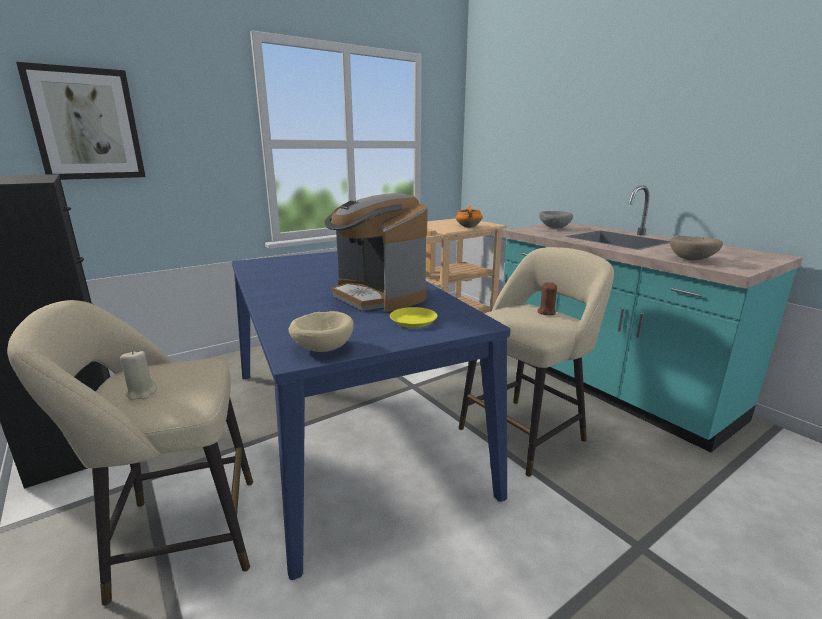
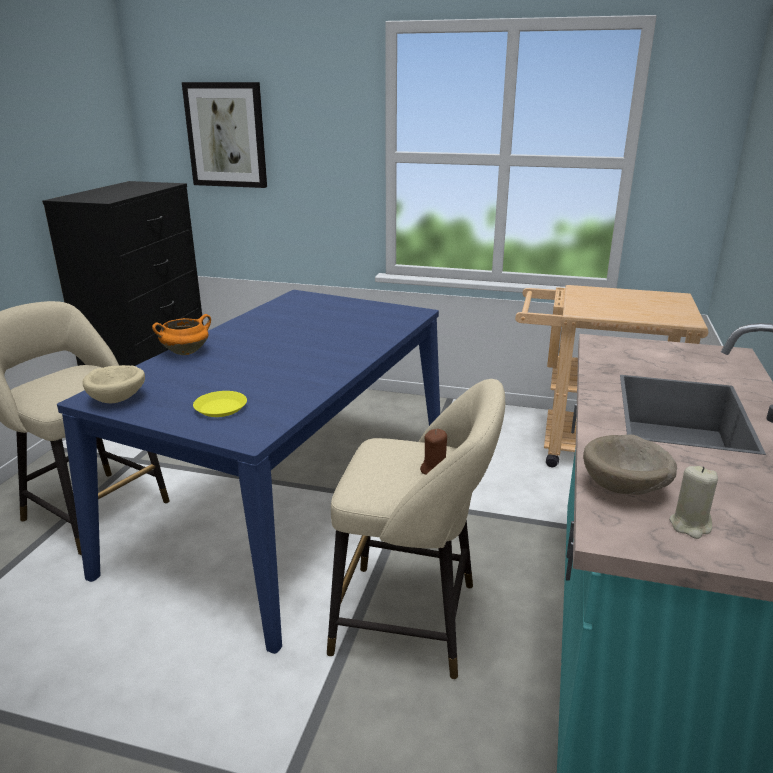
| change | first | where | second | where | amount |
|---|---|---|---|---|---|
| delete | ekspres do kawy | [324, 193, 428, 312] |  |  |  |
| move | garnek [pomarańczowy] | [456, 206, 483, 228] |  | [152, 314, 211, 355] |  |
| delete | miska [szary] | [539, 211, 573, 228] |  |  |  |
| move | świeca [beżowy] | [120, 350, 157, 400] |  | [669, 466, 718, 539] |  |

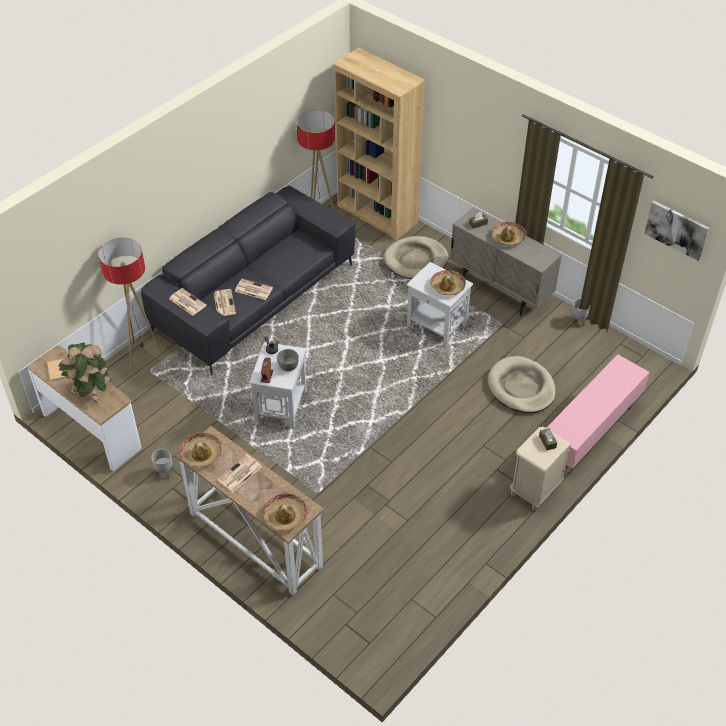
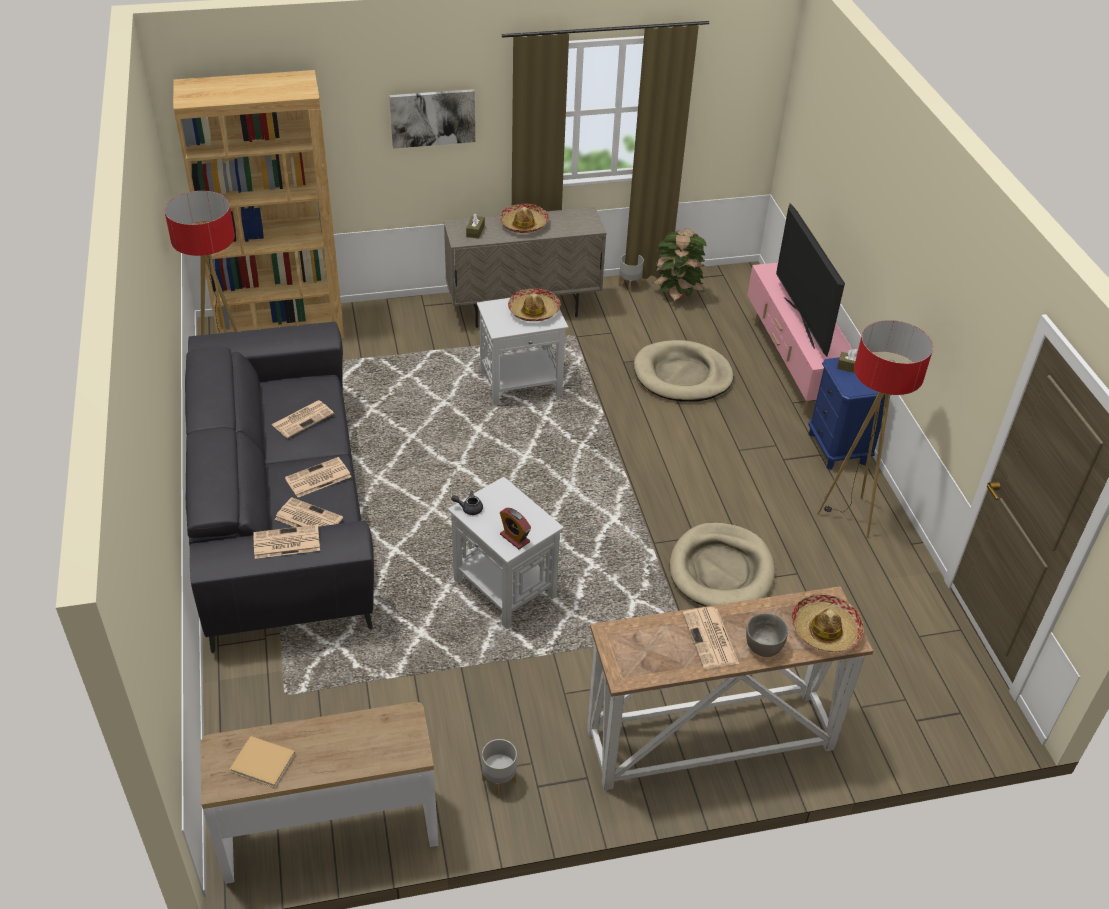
| change | first | where | second | where | amount |
|---|---|---|---|---|---|
| move | obraz | [644, 201, 709, 261] |  | [389, 89, 475, 149] |  |
| move | legowisko [beżowy] | [384, 236, 448, 279] |  | [670, 523, 775, 607] |  |
| move | lampa stojąca | [98, 238, 162, 368] |  | [817, 320, 933, 538] |  |
| move | roślina doniczkowa | [59, 343, 112, 403] |  | [652, 228, 707, 302] |  |
| move | miska [szary] | [277, 349, 299, 371] |  | [746, 613, 788, 657] |  |
| recolor | szafka nocna [beżowy] | [510, 427, 571, 510] | szafka nocna [niebieski] | [808, 357, 885, 470] |  |
| delete | kapelusz | [180, 433, 222, 467] |  |  |  |
| insert |  |  | telewizor | [776, 203, 845, 357] |  |
| insert |  |  | gazeta | [271, 400, 334, 438] |  |

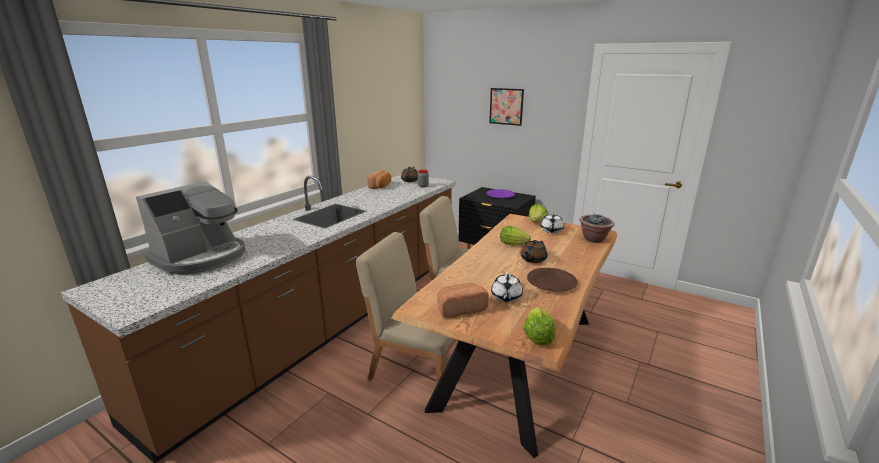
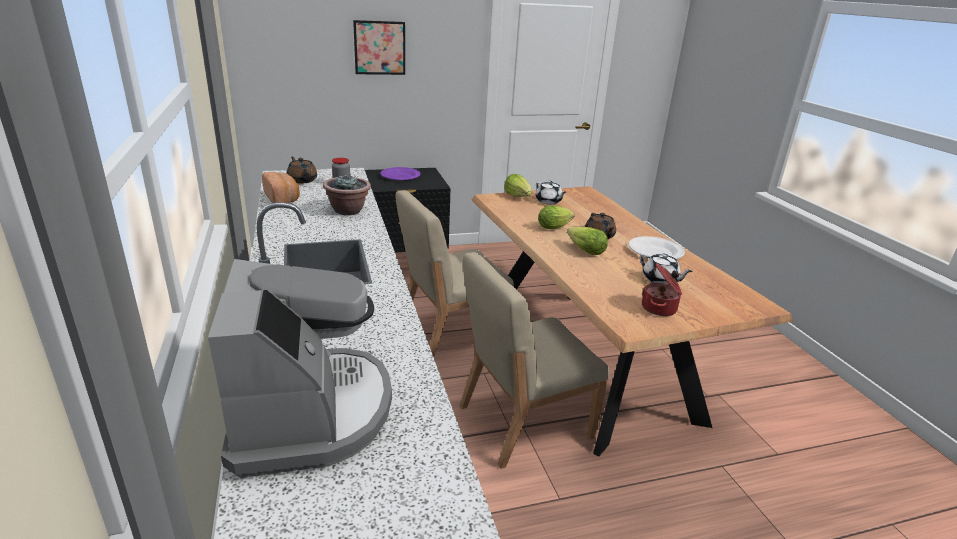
| change | first | where | second | where | amount |
|---|---|---|---|---|---|
| move | roślina doniczkowa | [580, 213, 615, 243] |  | [323, 174, 371, 216] |  |
| recolor | talerz [brązowy] | [527, 268, 577, 292] | talerz [biały] | [629, 236, 685, 259] |  |
| replace | chleb | [437, 283, 489, 318] | garnek | [642, 263, 682, 316] |  |
| move | sałata | [523, 307, 556, 345] |  | [567, 227, 608, 255] |  |

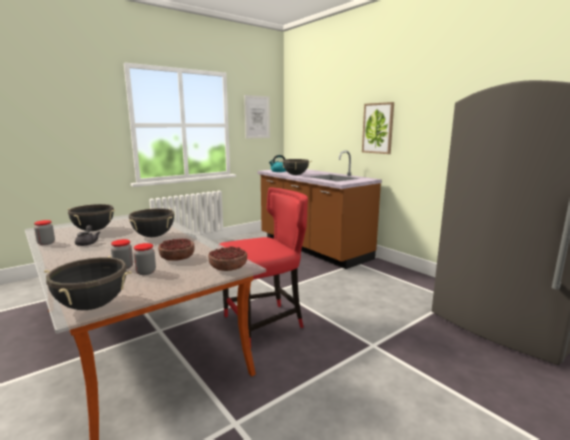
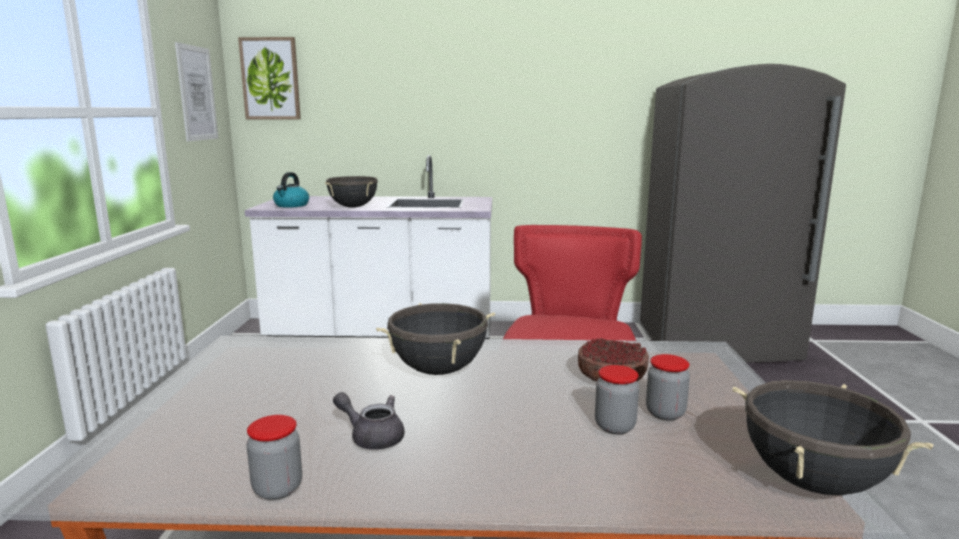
| change | first | where | second | where | amount |
|---|---|---|---|---|---|
| move | obraz | [362, 102, 394, 154] |  | [238, 37, 301, 119] |  |
| recolor | zabudowa kuchenna [brązowy] | [257, 150, 382, 269] | zabudowa kuchenna [biały] | [245, 155, 492, 339] |  |
| delete | garnek [czarny] | [68, 204, 115, 231] |  |  |  |
| delete | miska | [208, 246, 247, 271] |  |  |  |

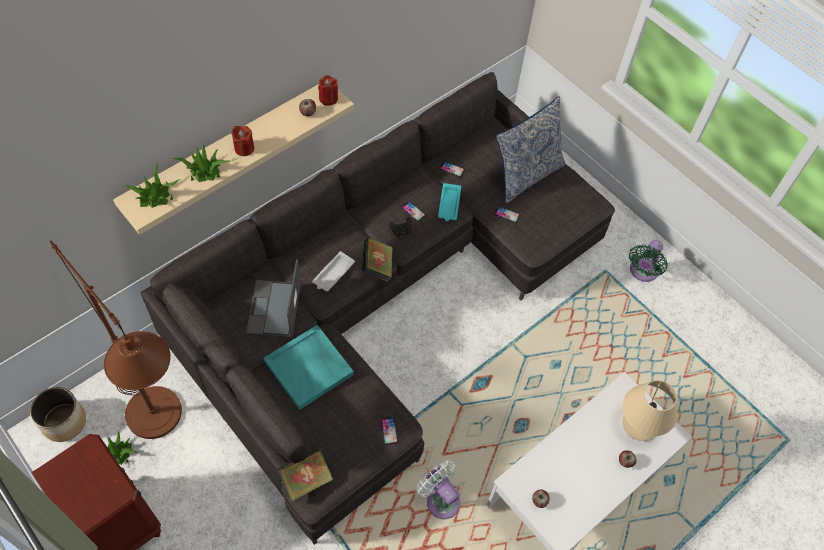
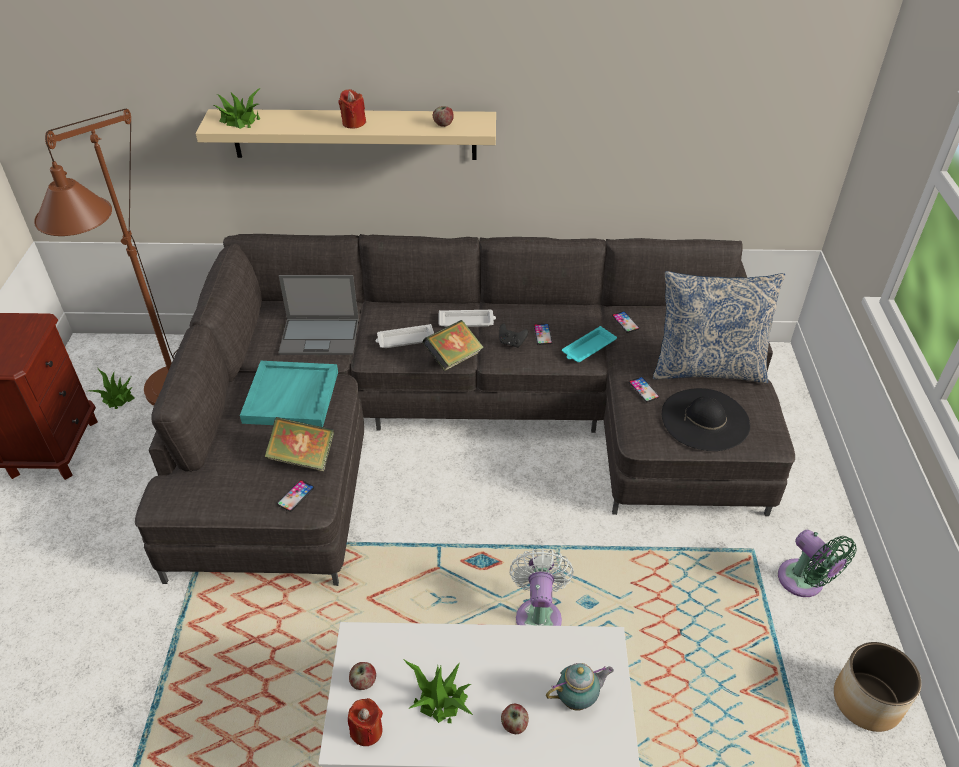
| change | first | where | second | where | amount |
|---|---|---|---|---|---|
| move | świeca [czerwony] | [318, 75, 338, 106] |  | [348, 698, 383, 746] |  |
| move | roślina doniczkowa | [172, 143, 229, 182] |  | [403, 659, 473, 723] |  |
| rotate | wentylator [zielony] | [629, 240, 668, 282] |  | [778, 530, 857, 597] | 105 degrees counterclockwise |
| rotate | laptop | [246, 259, 301, 338] |  | [278, 275, 359, 355] | 135 degrees counterclockwise |
| replace | lampa stołowa [beżowy] | [622, 380, 678, 441] | imbryk | [546, 663, 614, 711] |  |
| move | donica | [30, 387, 86, 442] |  | [834, 642, 922, 732] |  |
| move | książka | [276, 448, 333, 501] |  | [265, 417, 334, 471] |  |
| move | wentylator [biały] | [417, 461, 460, 519] |  | [509, 549, 574, 626] |  |
| insert |  |  | taca [biały] | [439, 310, 496, 327] |  |
| insert |  |  | kapelusz [czarny] | [662, 388, 750, 451] |  |

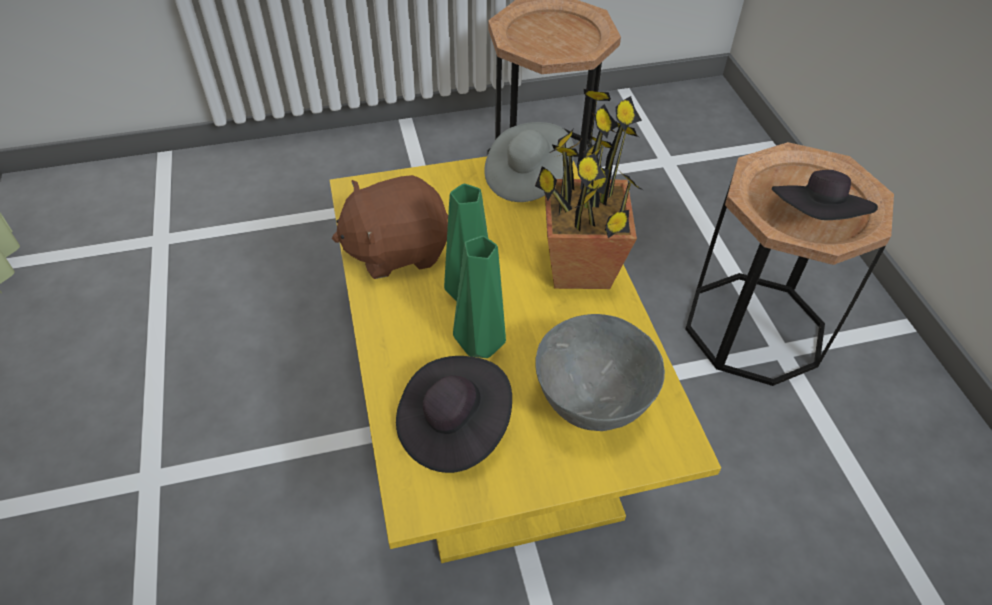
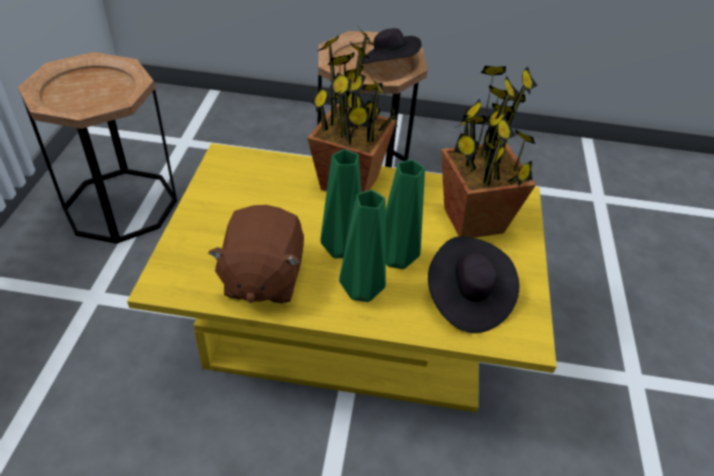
| change | first | where | second | where | amount |
|---|---|---|---|---|---|
| delete | kapelusz [szary] | [484, 122, 574, 202] |  |  |  |
| replace | miska [szary] | [535, 314, 665, 431] | roślina doniczkowa | [441, 66, 538, 238] |  |
| insert |  |  | wazon [zielony] | [339, 190, 386, 302] |  |

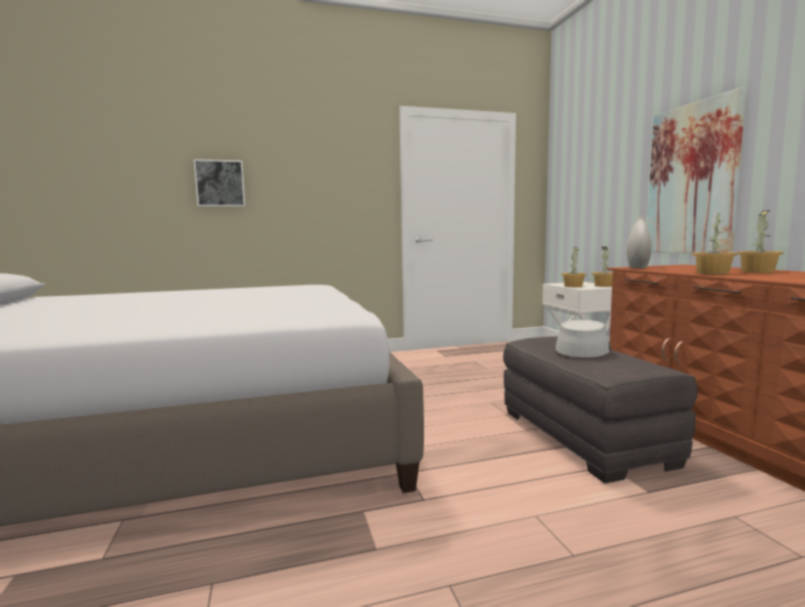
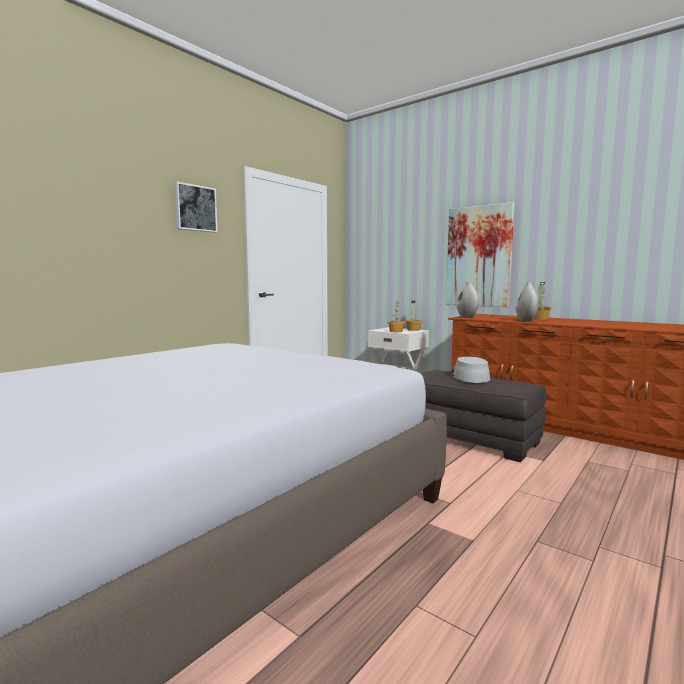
| change | first | where | second | where | amount |
|---|---|---|---|---|---|
| move | obraz | [193, 159, 246, 207] |  | [174, 182, 218, 233] |  |
| replace | roślina doniczkowa | [692, 212, 737, 275] | wazon [biały] | [516, 282, 538, 322] |  |

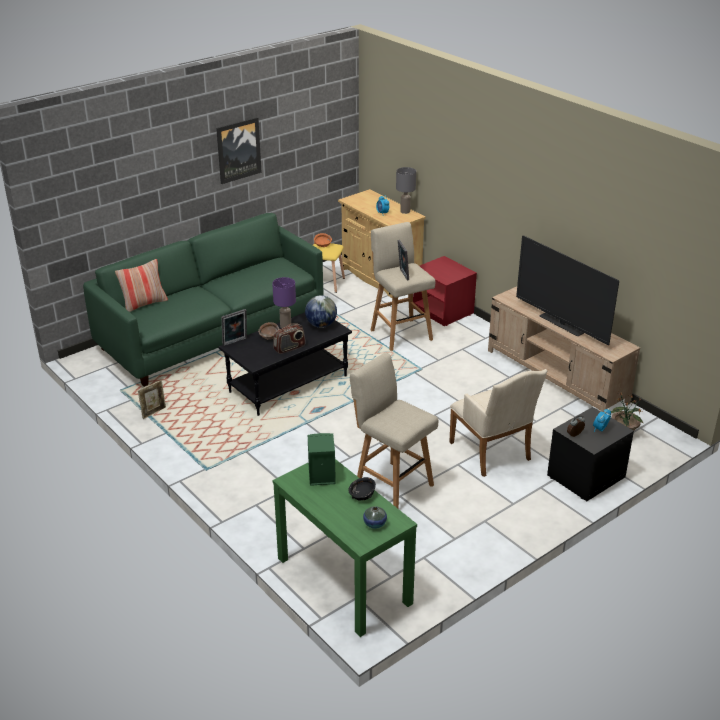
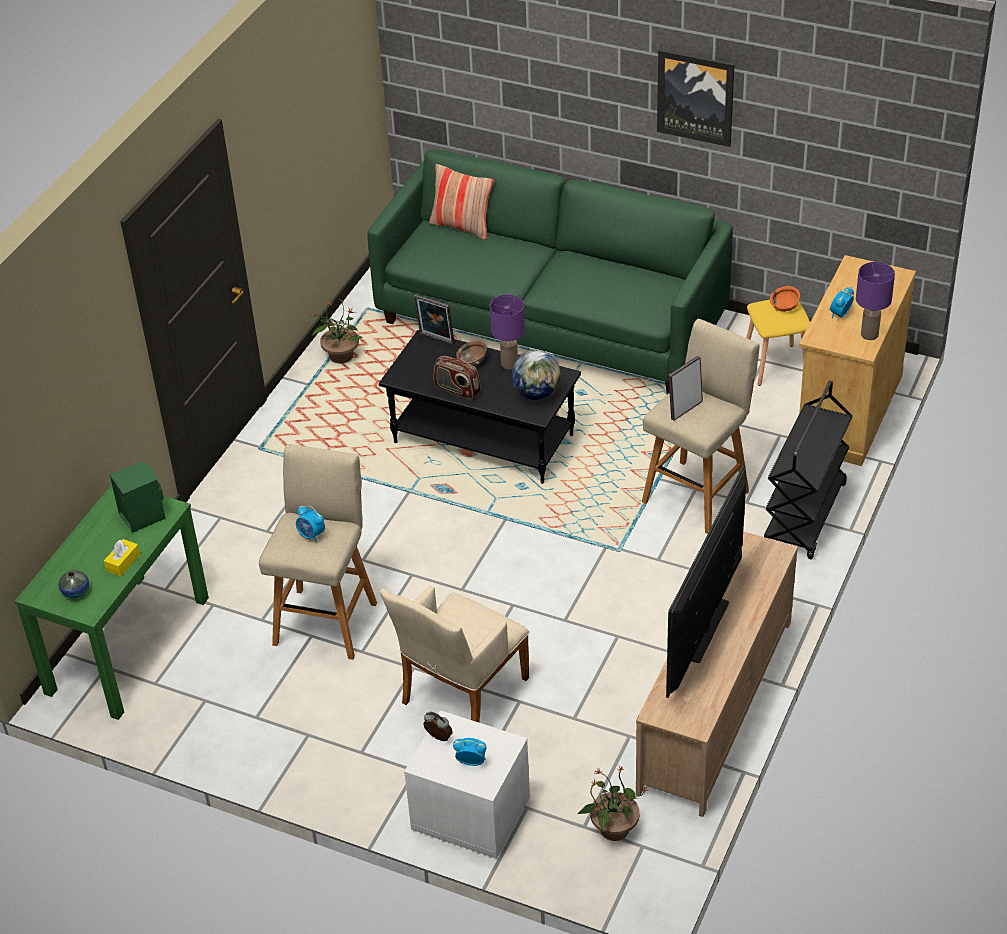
| change | first | where | second | where | amount |
|---|---|---|---|---|---|
| recolor | lampa stołowa [szary] | [396, 167, 416, 214] | lampa stołowa [fioletowy] | [856, 262, 895, 340] |  |
| replace | szafka nocna [czerwony] | [413, 256, 477, 326] | wózek [czarny] | [764, 380, 853, 560] |  |
| replace | ramka na zdjęcie | [138, 380, 166, 419] | roślina doniczkowa | [312, 299, 362, 363] |  |
| recolor | szafka nocna [czarny] | [547, 407, 634, 501] | szafka nocna [biały] | [404, 710, 530, 859] |  |
| replace | miska [czarny] | [348, 477, 376, 500] | pudełko chusteczek [żółty] | [104, 539, 140, 576] |  |
| insert |  |  | budzik | [296, 506, 325, 542] |  |

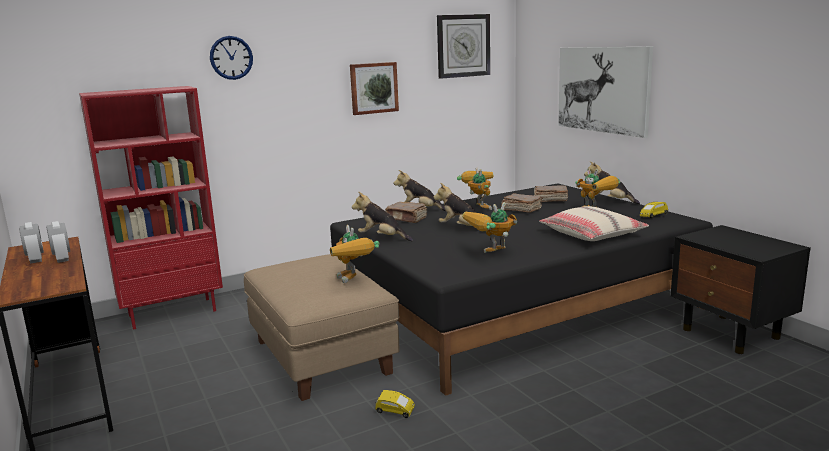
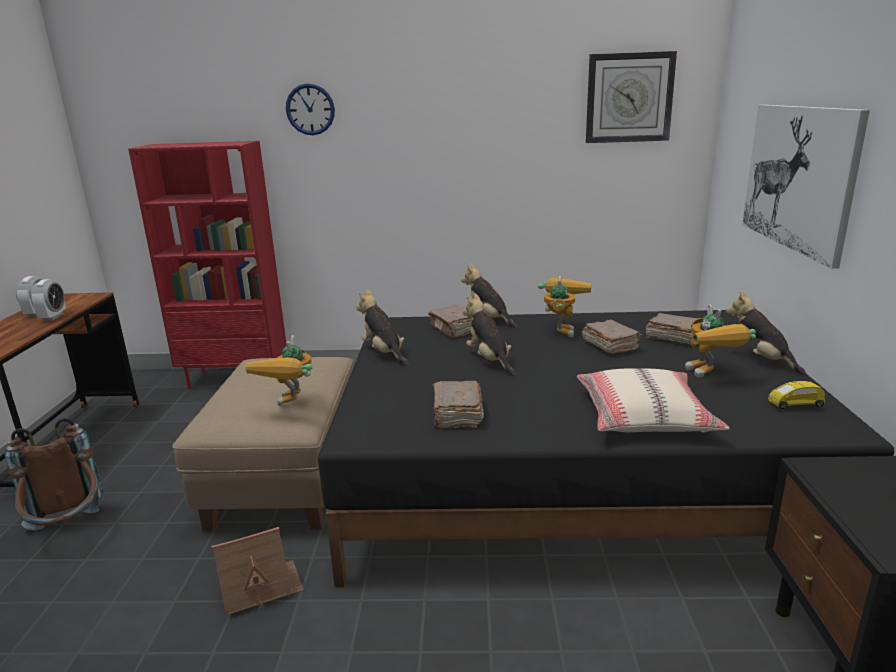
| change | first | where | second | where | amount |
|---|---|---|---|---|---|
| delete | obraz | [350, 62, 399, 115] |  |  |  |
| replace | robot zabawkowy | [462, 202, 517, 253] | książka [brązowy] | [433, 381, 484, 429] |  |
| replace | samochodzik [żółty] | [375, 390, 415, 418] | domek | [211, 527, 303, 615] |  |
| insert |  |  | plecak [brązowy] | [4, 418, 103, 530] |  |

